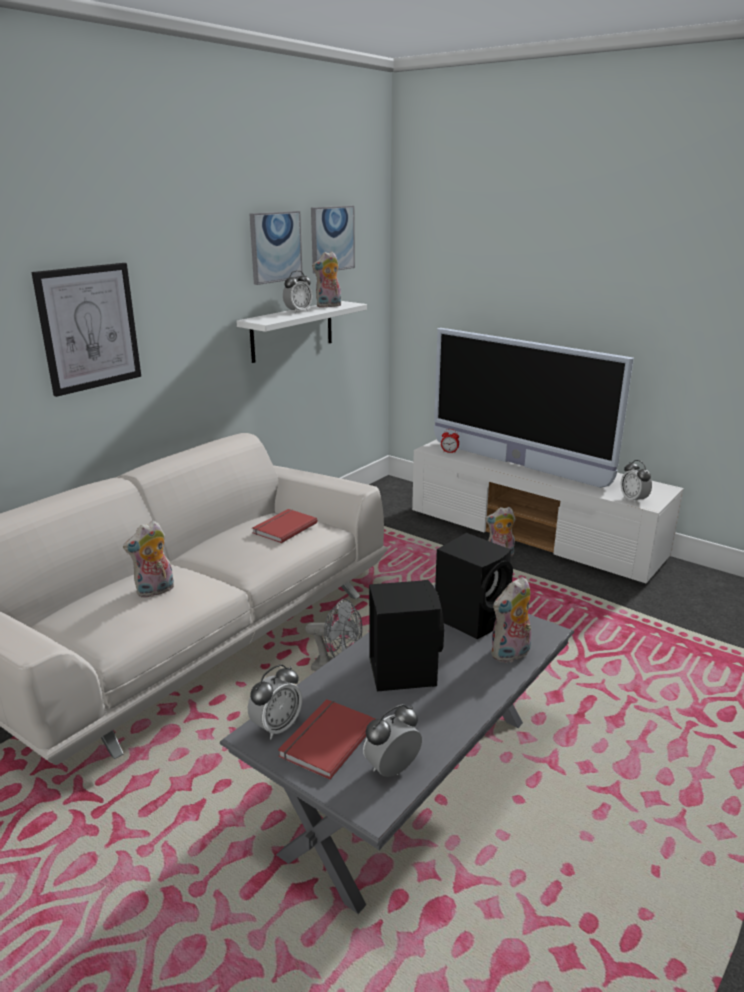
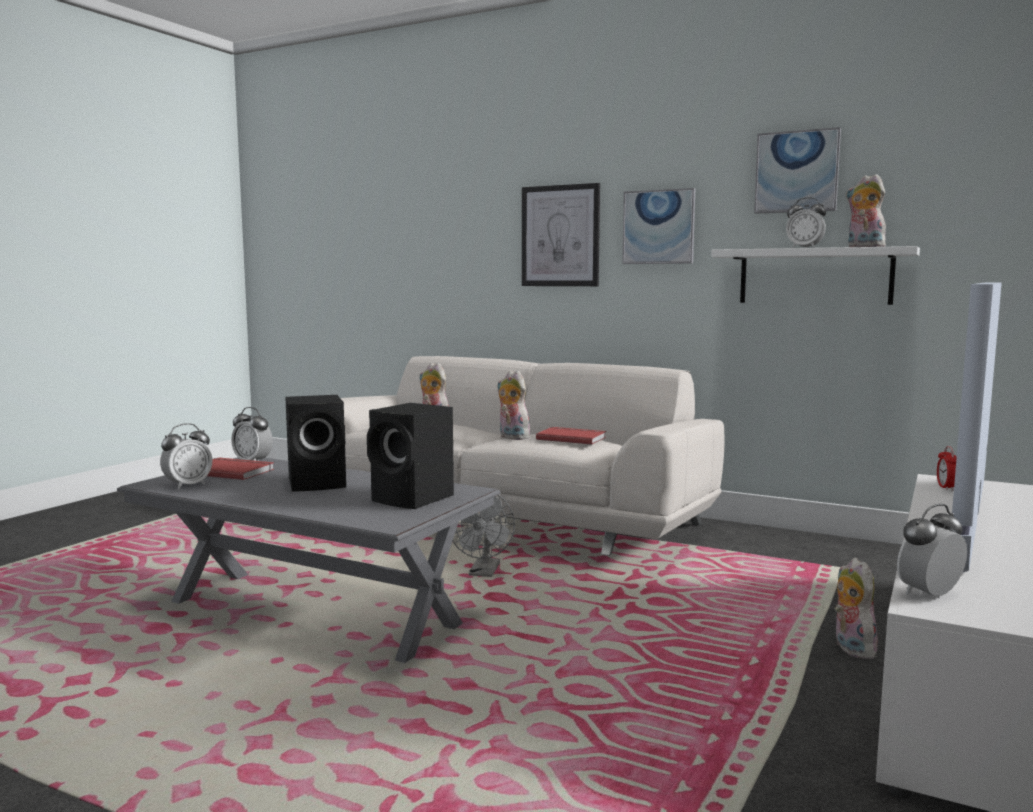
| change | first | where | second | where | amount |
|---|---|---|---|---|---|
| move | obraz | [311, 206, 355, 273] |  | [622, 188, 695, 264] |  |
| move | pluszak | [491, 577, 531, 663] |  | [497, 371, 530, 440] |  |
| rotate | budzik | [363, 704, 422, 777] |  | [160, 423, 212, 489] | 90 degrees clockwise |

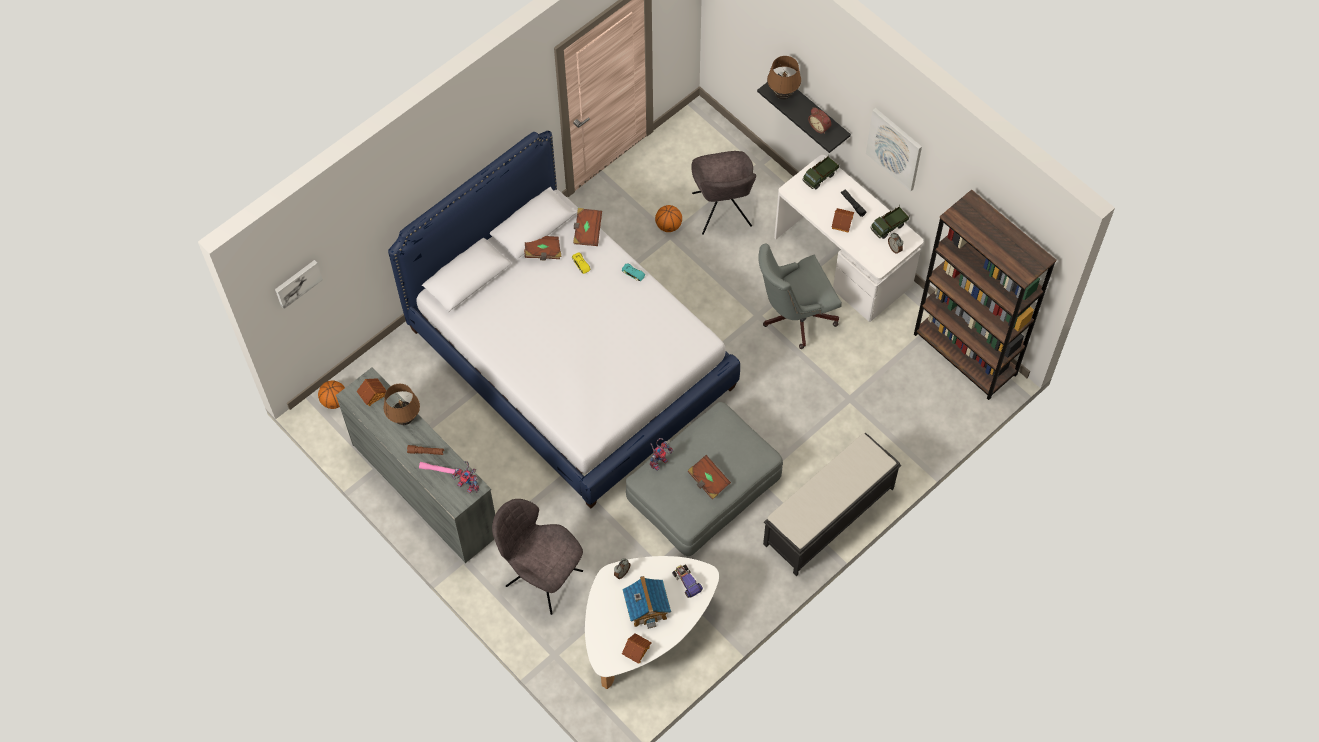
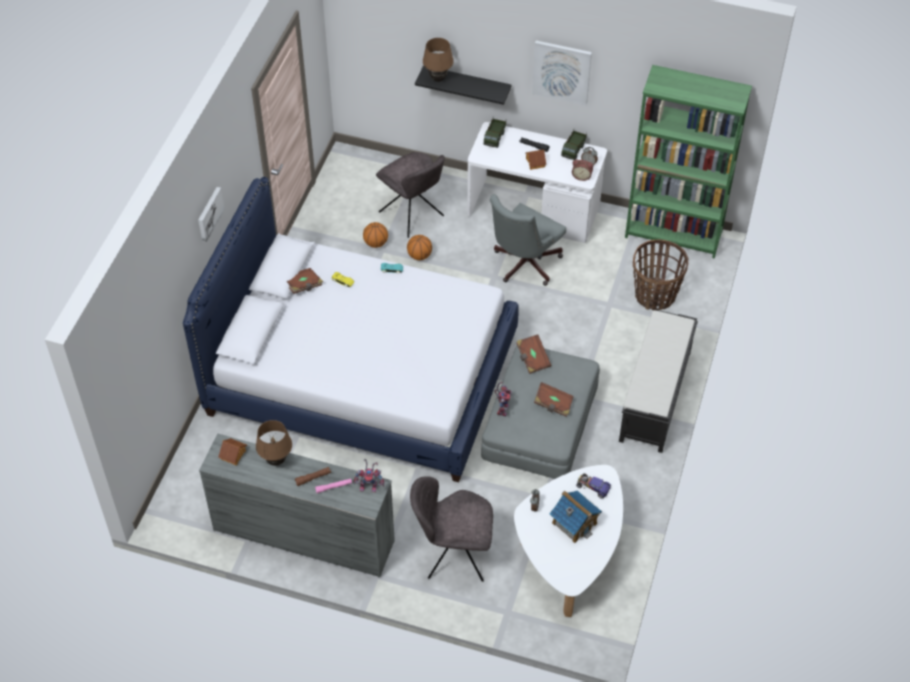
| change | first | where | second | where | amount |
|---|---|---|---|---|---|
| move | budzik | [808, 108, 831, 134] |  | [572, 159, 593, 181] |  |
| recolor | regał [brązowy] | [914, 189, 1057, 400] | regał [zielony] | [625, 65, 752, 259] |  |
| move | książka [brązowy] | [573, 208, 602, 246] |  | [516, 334, 551, 374] |  |
| move | obraz | [275, 260, 323, 309] |  | [198, 187, 225, 243] |  |
| move | piłka do koszykówki | [318, 380, 345, 409] |  | [407, 235, 432, 260] |  |
| delete | domek | [622, 633, 652, 664] |  |  |  |
| insert |  |  | koszyk | [633, 239, 689, 310] |  |

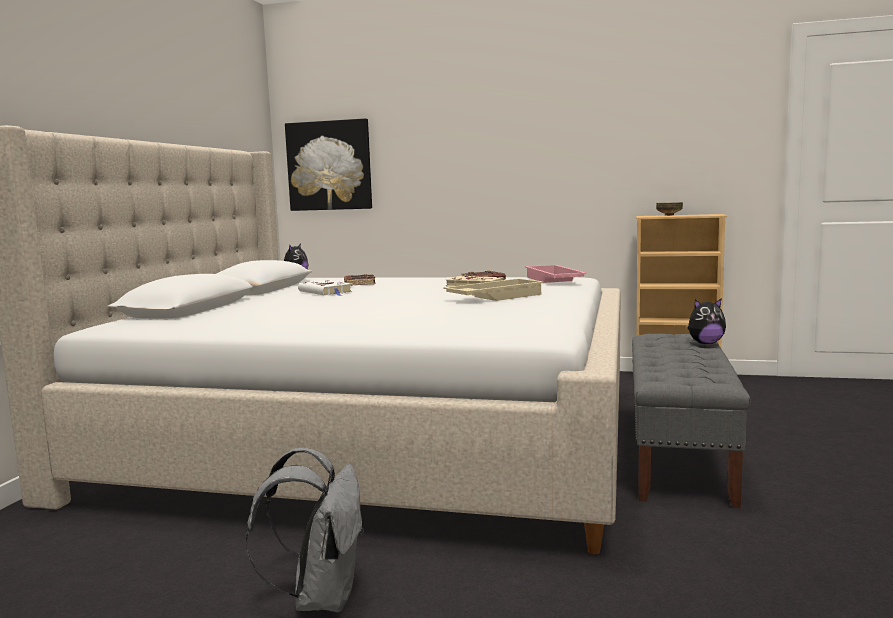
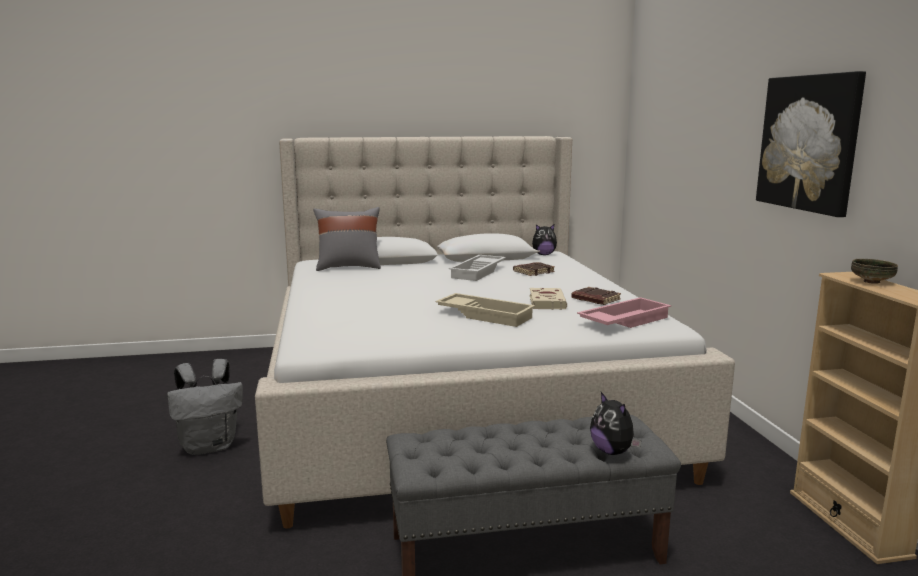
| change | first | where | second | where | amount |
|---|---|---|---|---|---|
| move | obraz | [285, 118, 372, 211] |  | [756, 71, 866, 217] |  |
| replace | książka [biały] | [298, 280, 352, 296] | taca [biały] | [449, 255, 506, 281] |  |
| insert |  |  | poduszka [szary] | [313, 207, 381, 271] |  |

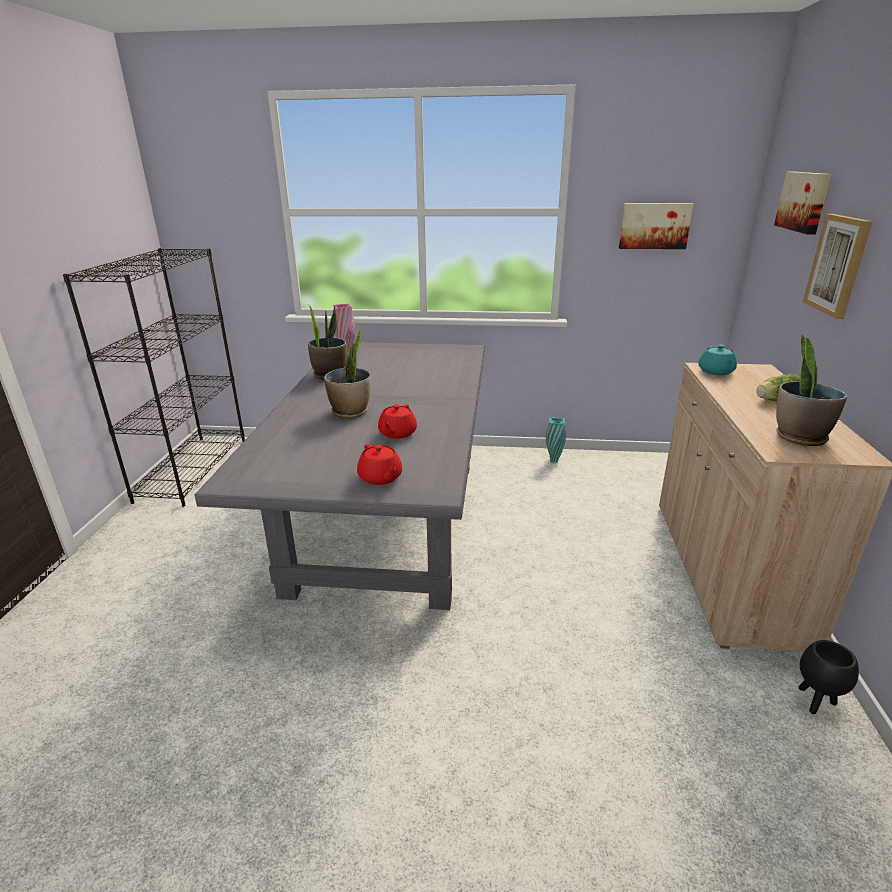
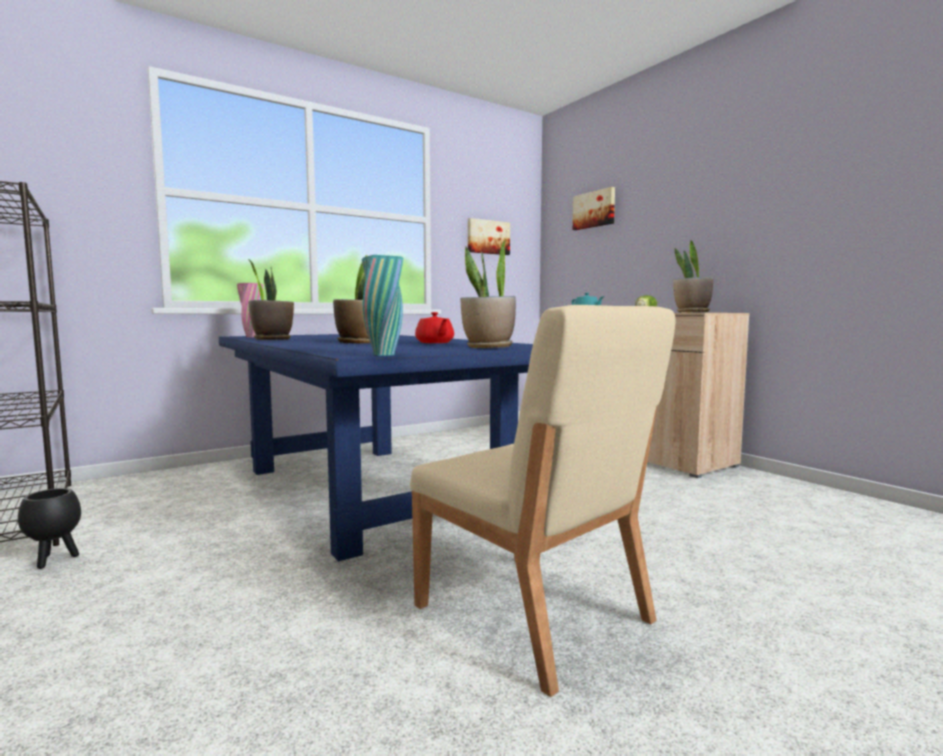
| change | first | where | second | where | amount |
|---|---|---|---|---|---|
| delete | obraz | [803, 214, 873, 319] |  |  |  |
| recolor | stół jadalny [szary] | [194, 342, 485, 610] | stół jadalny [niebieski] | [219, 334, 533, 561] |  |
| move | wazon [turkusowy] | [546, 417, 566, 462] |  | [362, 255, 403, 356] |  |
| replace | imbryk [czerwony] | [357, 444, 402, 485] | roślina doniczkowa | [460, 239, 516, 348] |  |
| move | donica [czarny] | [799, 640, 859, 714] |  | [18, 488, 81, 569] |  |
| insert |  |  | krzesło [beżowy] | [410, 305, 676, 697] |  |

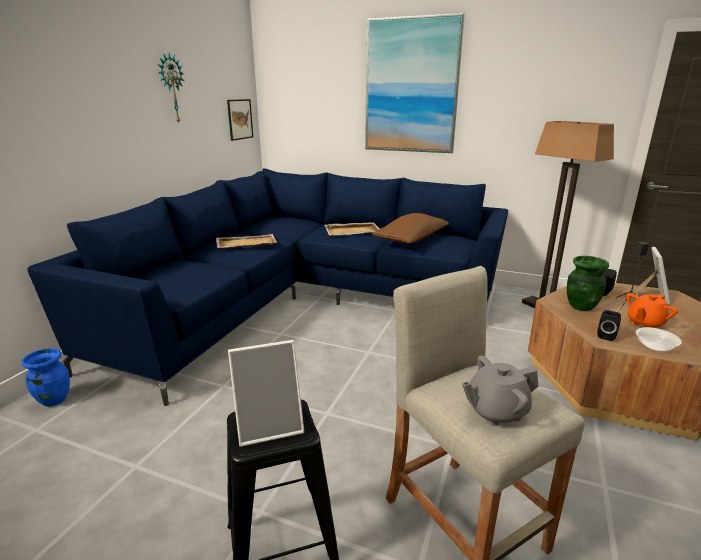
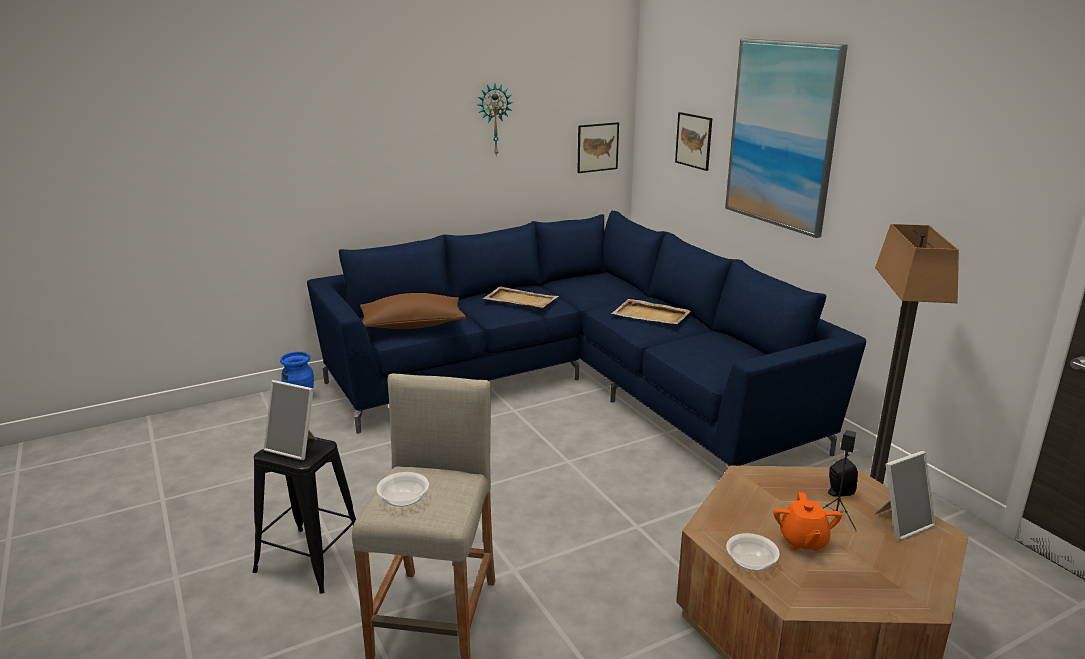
| change | first | where | second | where | amount |
|---|---|---|---|---|---|
| move | poduszka [brązowy] | [372, 213, 449, 244] |  | [360, 293, 466, 329] |  |
| delete | wazon [zielony] | [567, 256, 609, 311] |  |  |  |
| rotate | imbryk [pomarańczowy] | [626, 293, 678, 328] |  | [773, 492, 842, 551] | 90 degrees counterclockwise |
| delete | głośnik [czarny] | [597, 310, 621, 341] |  |  |  |
| replace | imbryk [szary] | [462, 355, 539, 426] | miska | [376, 472, 429, 507] |  |
| insert |  |  | obraz | [675, 112, 712, 171] |  |

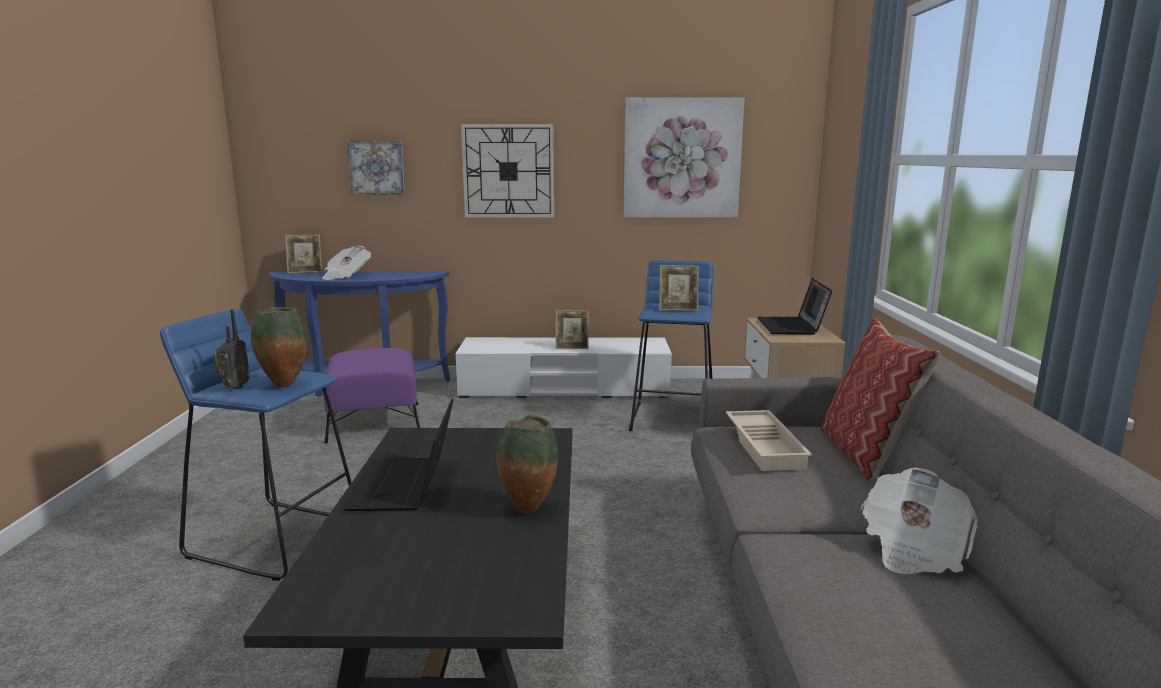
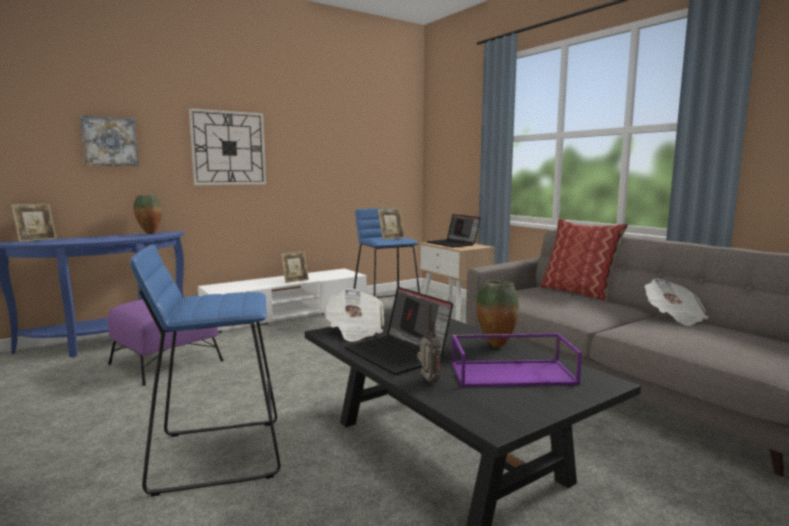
| change | first | where | second | where | amount |
|---|---|---|---|---|---|
| delete | obraz | [624, 97, 745, 218] |  |  |  |
| move | gazeta | [322, 246, 371, 280] |  | [324, 289, 384, 342] |  |
| move | wazon | [251, 307, 306, 388] |  | [133, 194, 162, 234] |  |
| move | radio | [213, 309, 250, 389] |  | [417, 303, 441, 383] |  |
| delete | taca [beżowy] | [726, 410, 812, 471] |  |  |  |
| insert |  |  | taca [fioletowy] | [451, 333, 582, 387] |  |

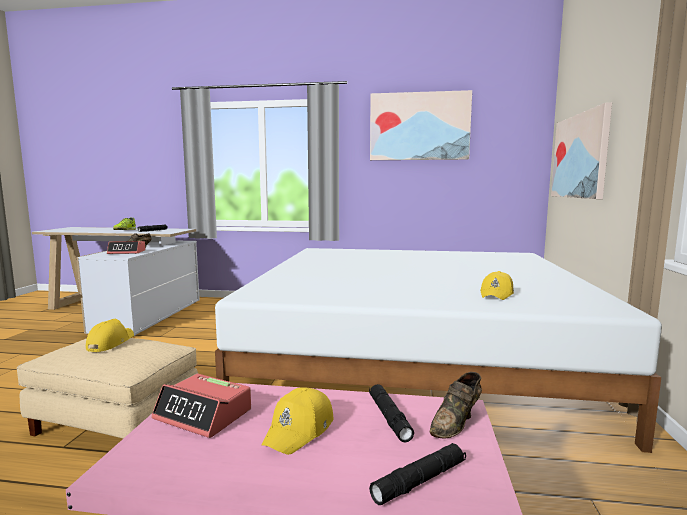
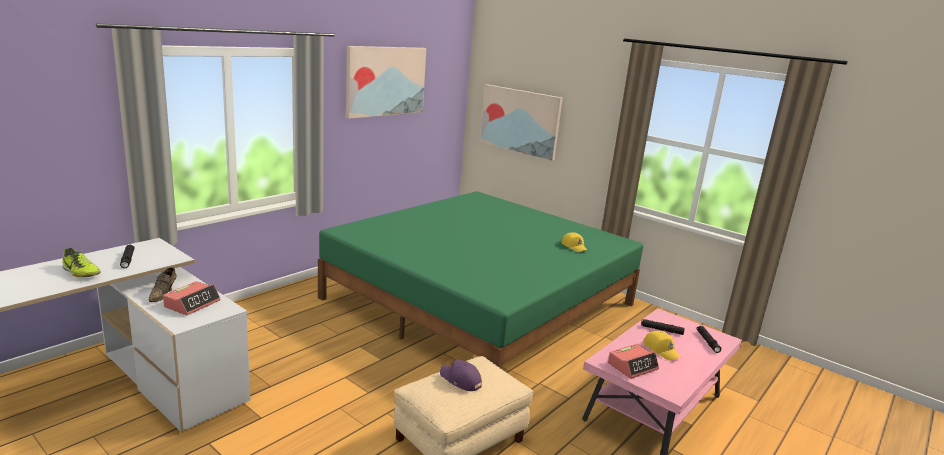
| change | first | where | second | where | amount |
|---|---|---|---|---|---|
| recolor | łóżko [biały] | [215, 248, 662, 453] | łóżko [zielony] | [318, 191, 643, 369] |  |
| recolor | czapka z daszkiem [żółty] | [86, 319, 134, 352] | czapka z daszkiem [fioletowy] | [440, 360, 482, 391] |  |
| delete | but [brązowy] | [429, 372, 482, 439] |  |  |  |

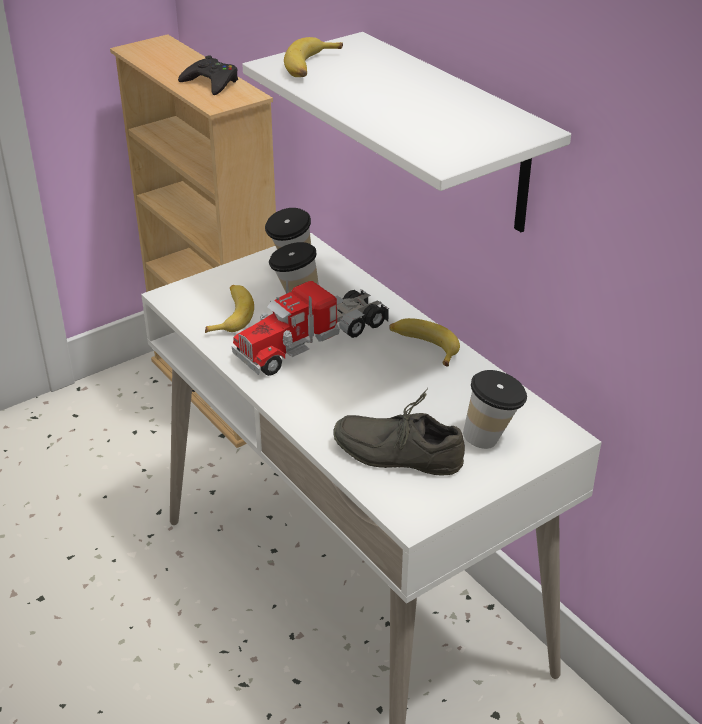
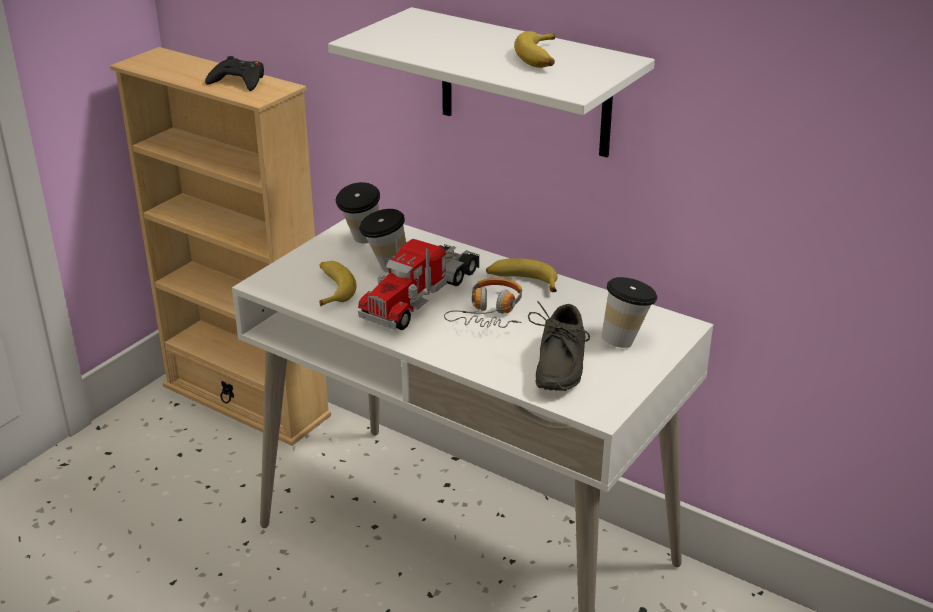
| change | first | where | second | where | amount |
|---|---|---|---|---|---|
| move | banan | [284, 37, 343, 77] |  | [514, 31, 555, 68] |  |
| rotate | but [szary] | [333, 388, 465, 476] |  | [528, 301, 590, 391] | 75 degrees counterclockwise |
| insert |  |  | słuchawki | [444, 278, 522, 328] |  |

